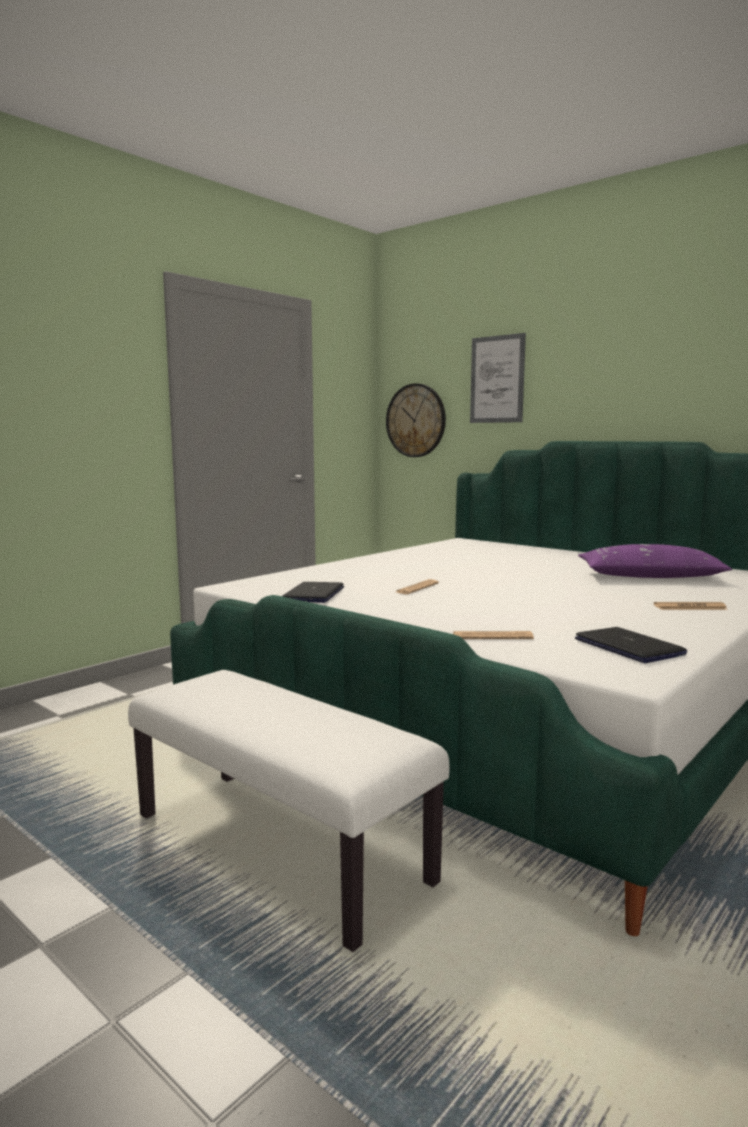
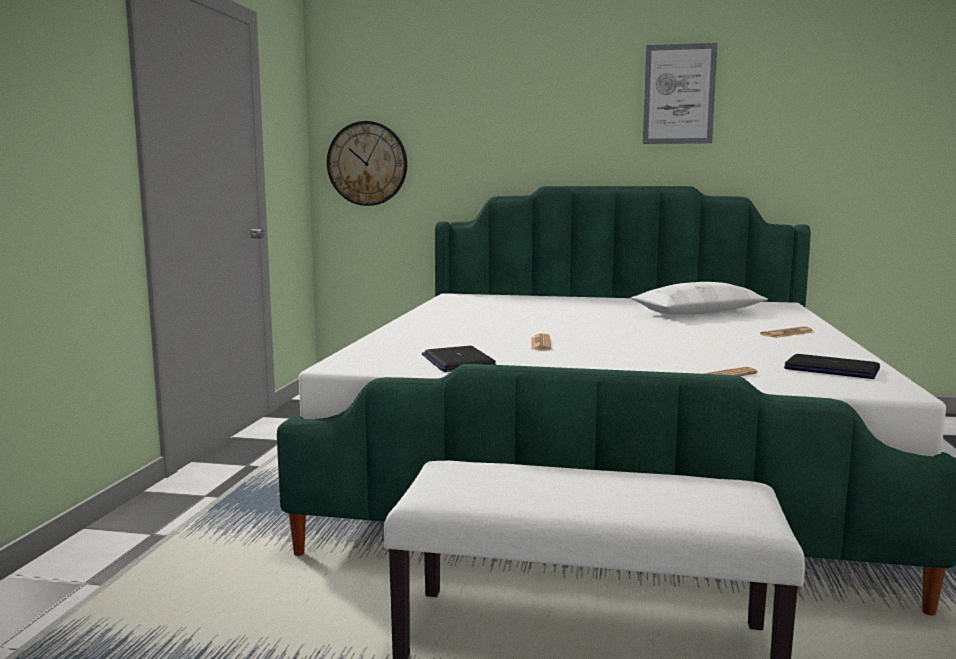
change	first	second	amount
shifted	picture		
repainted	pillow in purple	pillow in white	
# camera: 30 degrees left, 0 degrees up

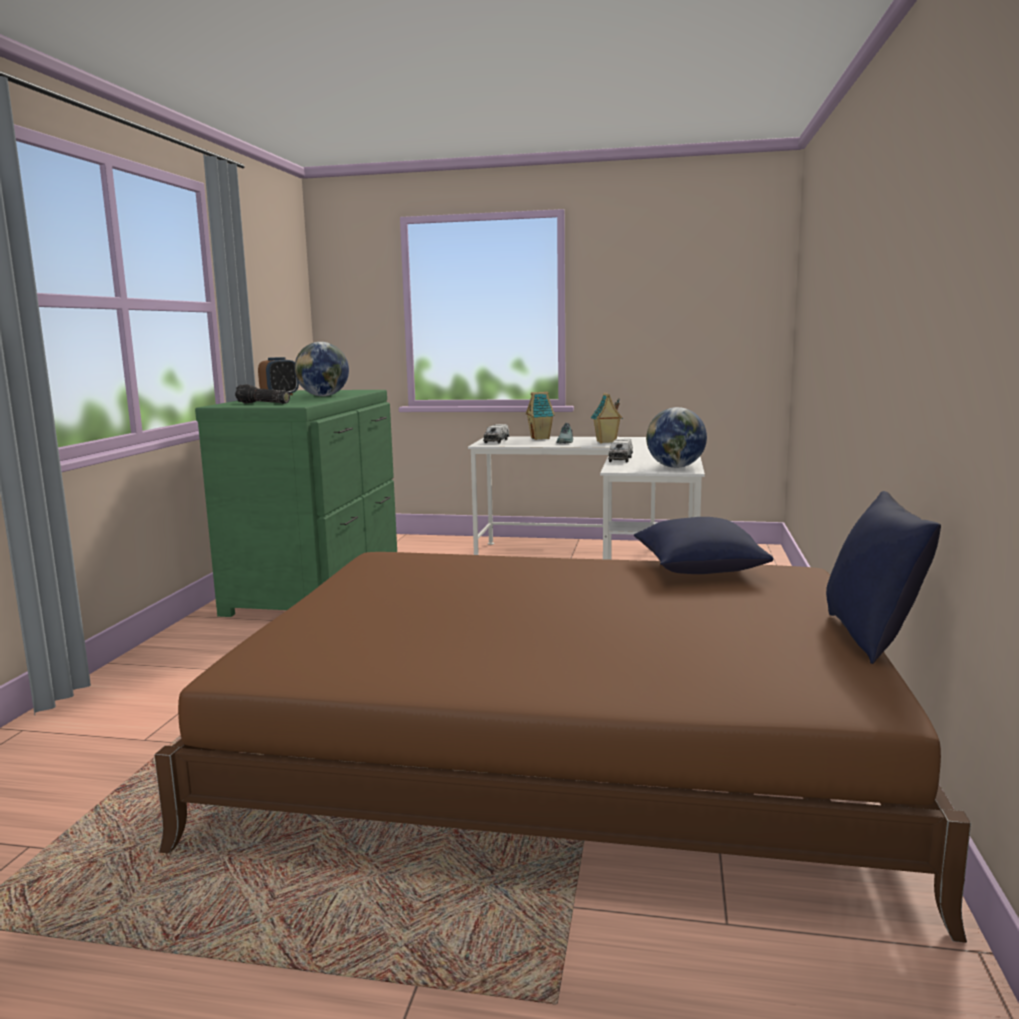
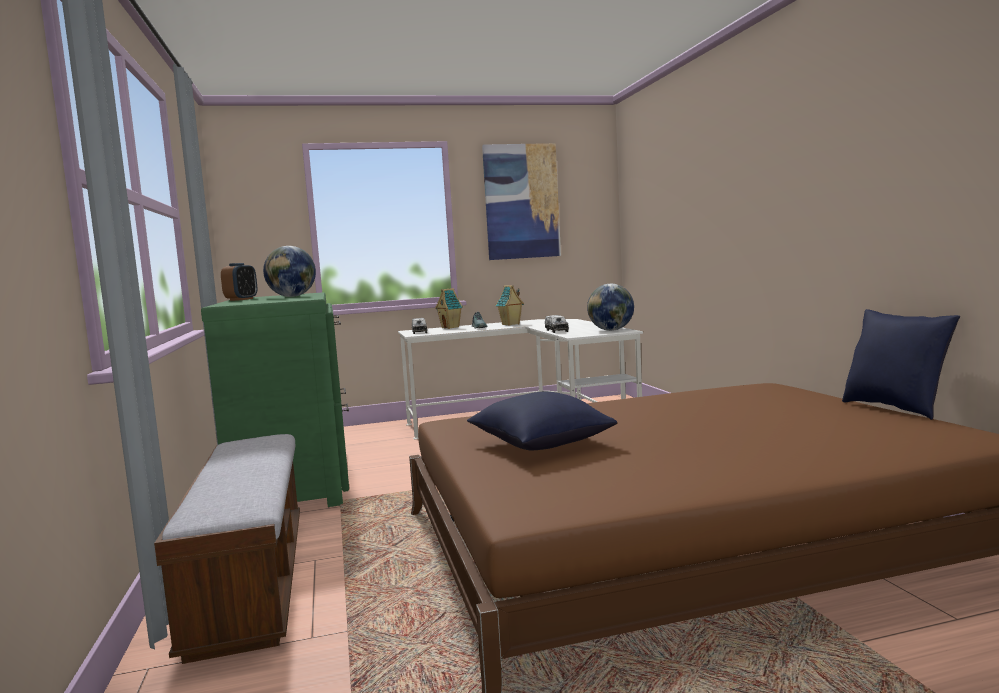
change	first	second	amount
gone	flashlight		
new		bench	
new		picture	
shifted	pillow in blue (no. 1 from left)		
# camera: 25 degrees left, 5 degrees down

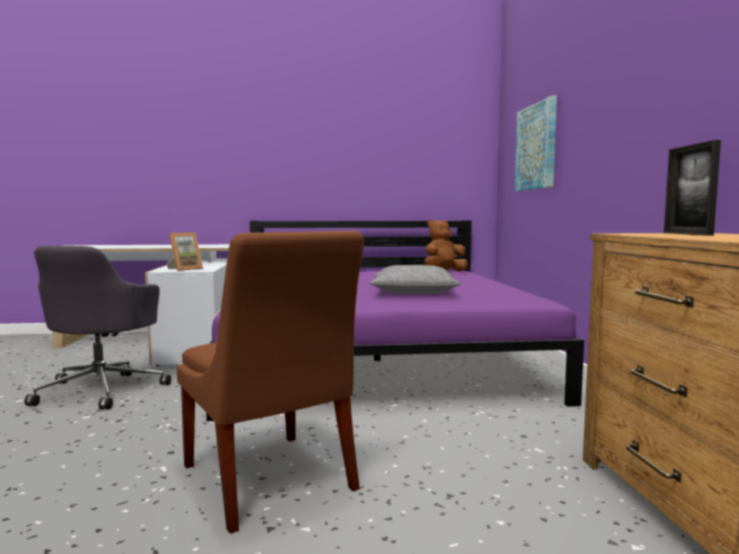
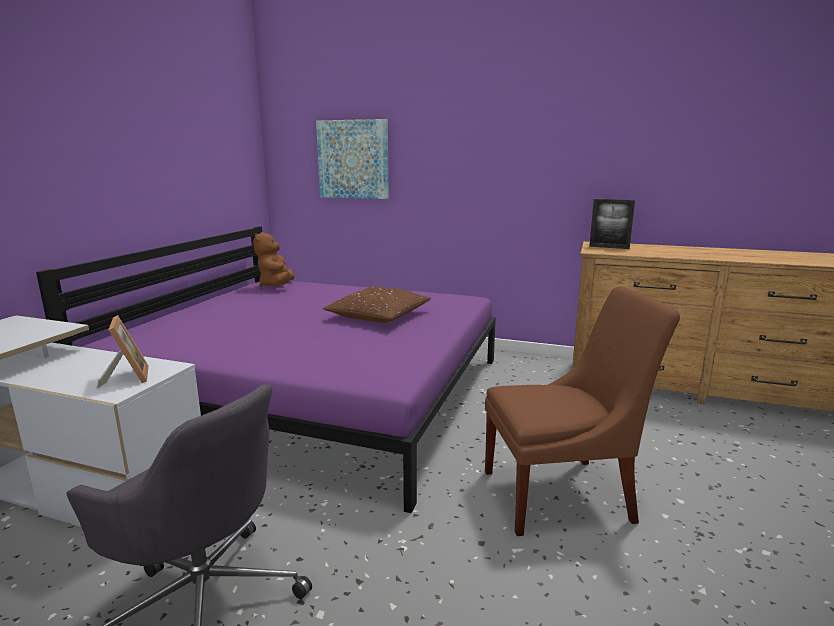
change	first	second	amount
repainted	pillow in grey	pillow in brown	
# camera: 65 degrees left, 10 degrees up

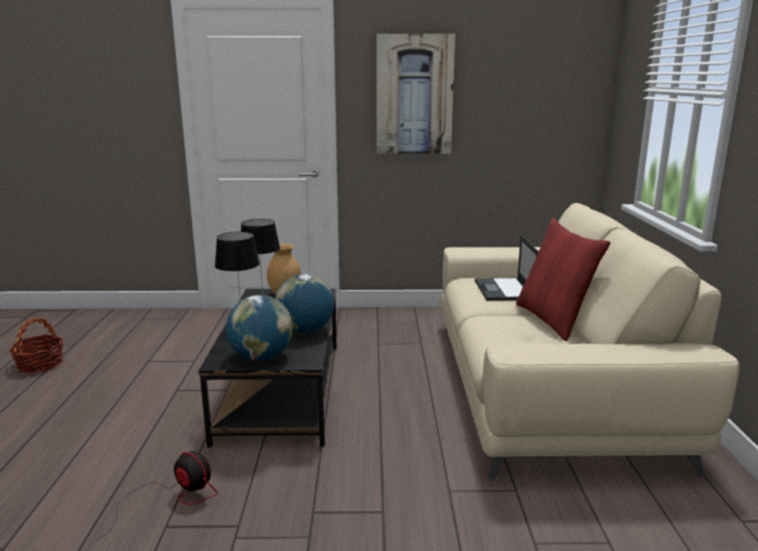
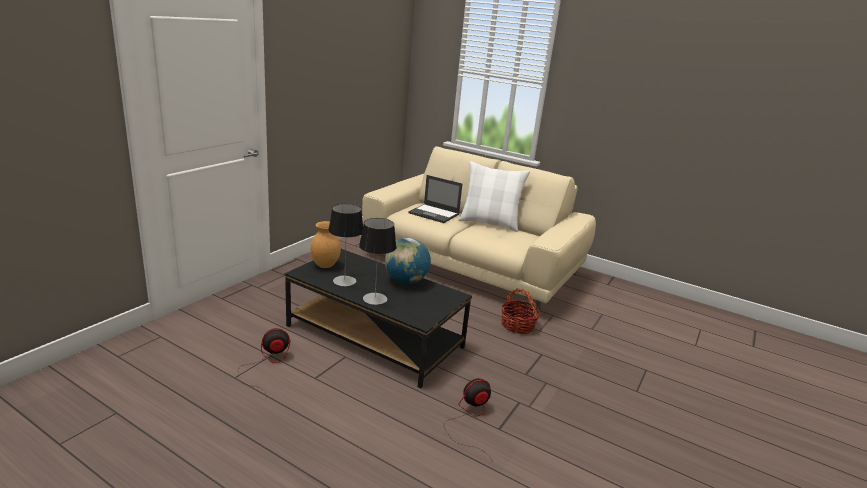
change	first	second	amount
gone	globe (no. 1 from left)		
gone	picture		
new		fan (no. 1 from left)	
shifted	basket		
repainted	pillow in red	pillow in white	
# camera: 60 degrees left, 5 degrees up

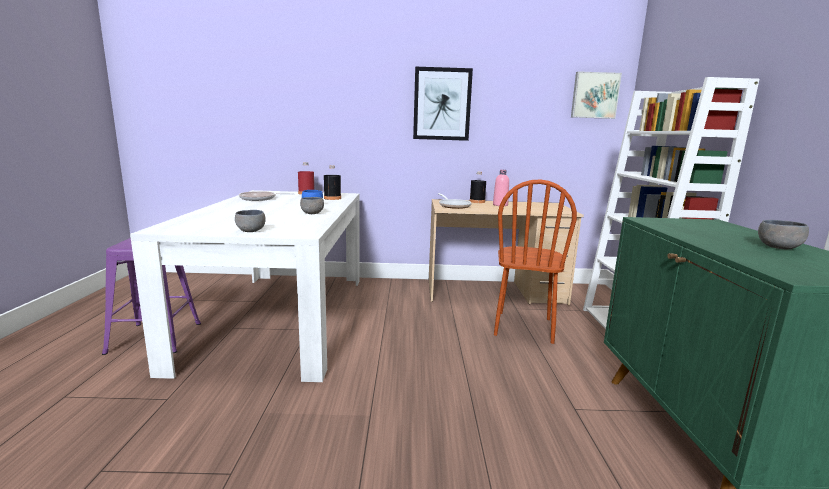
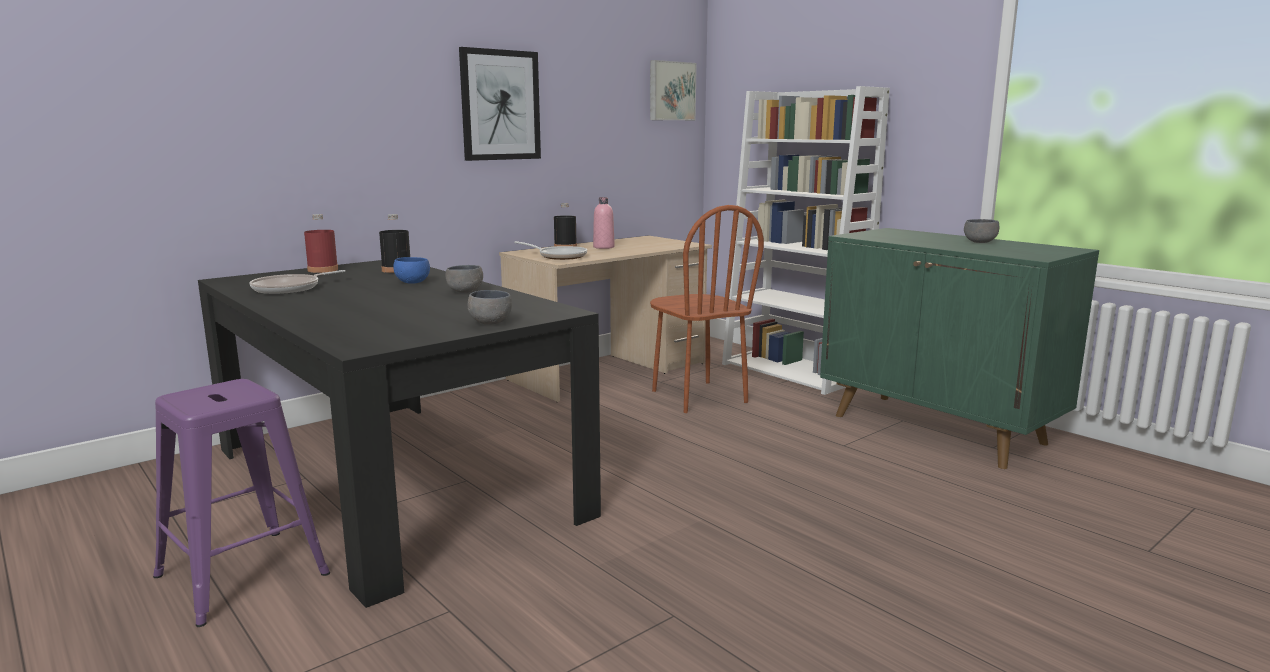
change	first	second	amount
repainted	dining table in white	dining table in black	
# camera: 40 degrees left, 0 degrees up

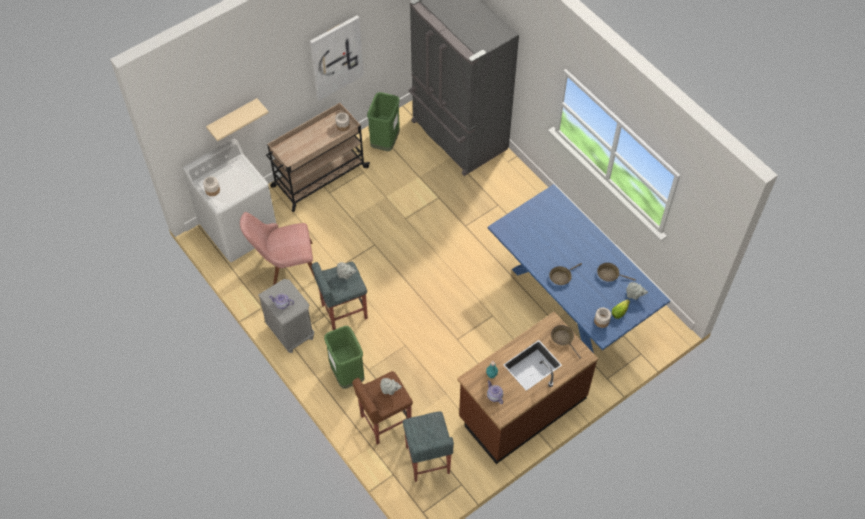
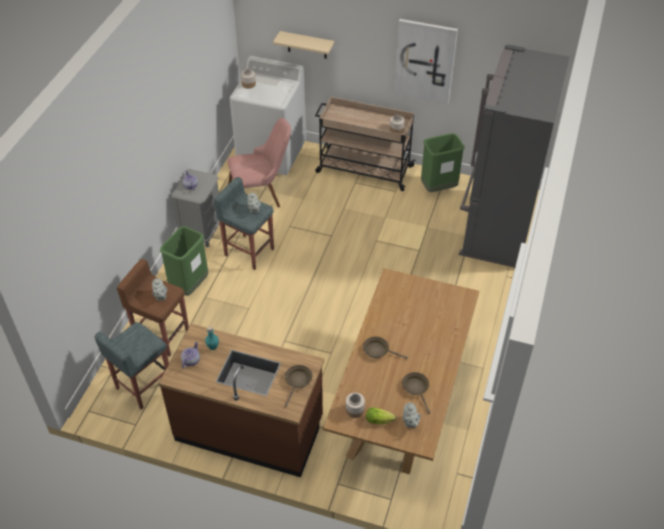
change	first	second	amount
repainted	dining table in blue	dining table in brown	
rotated	chair in pink		120 degrees clockwise
# camera: 55 degrees right, 10 degrees down

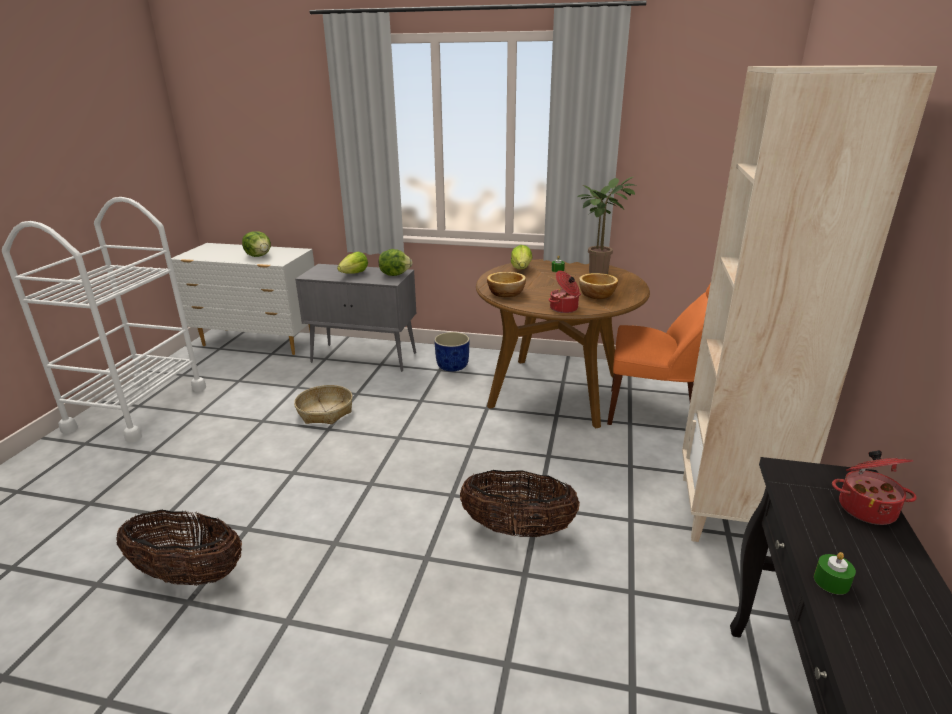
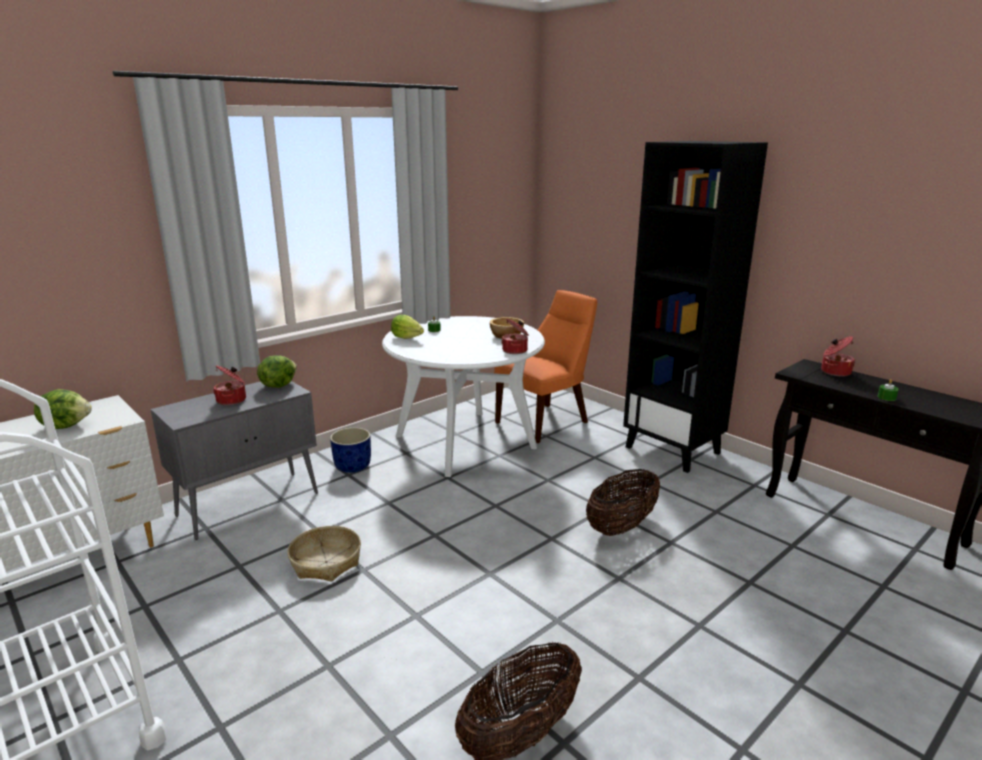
change	first	second	amount
gone	bowl (no. 1 from left)		
gone	potted plant		
swapped	lettuce (no. 2 from left)	cooking pot (no. 1 from left)	
repainted	dining table in brown	dining table in white	
repainted	bookcase in beige	bookcase in black	
# camera: 55 degrees left, 5 degrees down

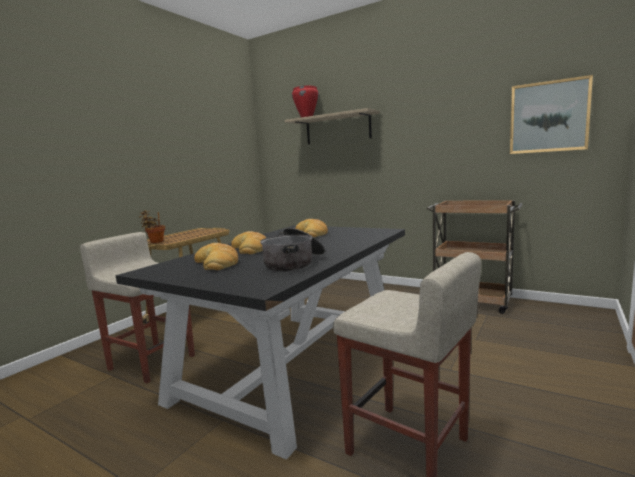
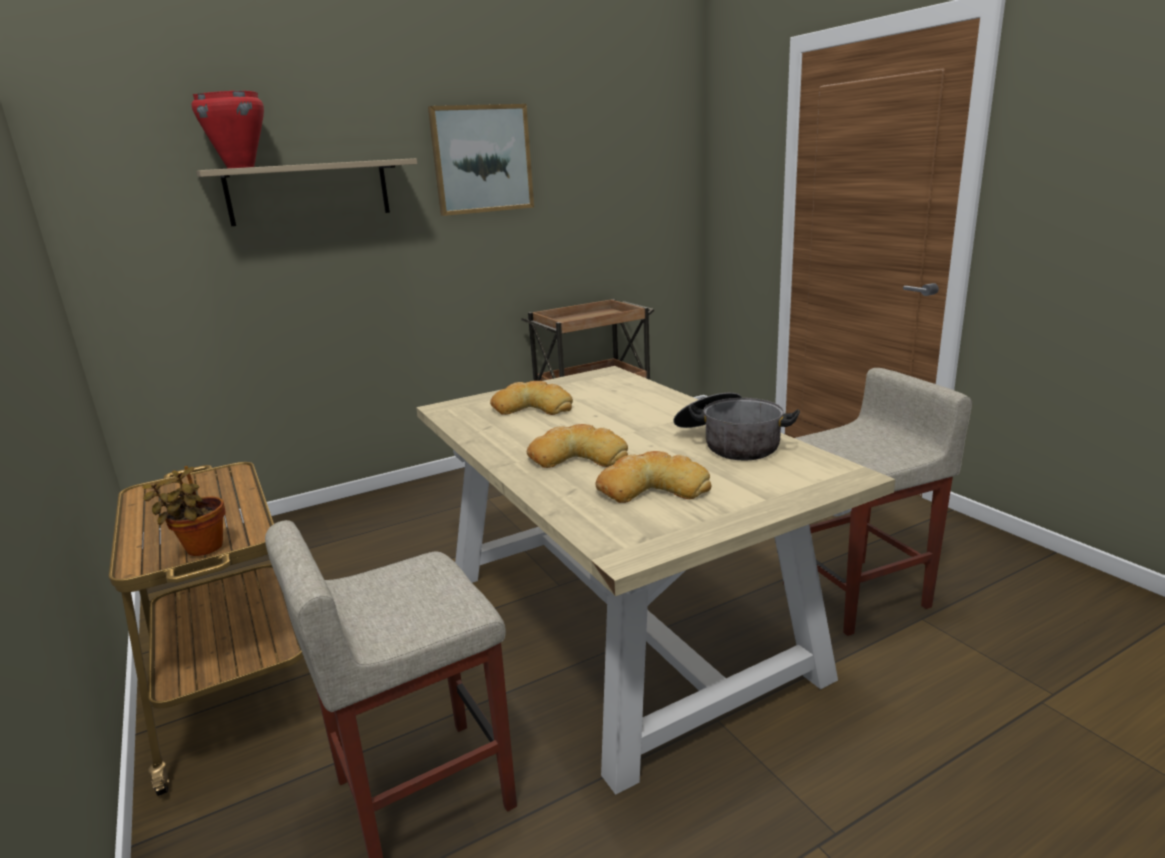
change	first	second	amount
shifted	picture		
repainted	dining table in black	dining table in beige	
# camera: 60 degrees left, 10 degrees up

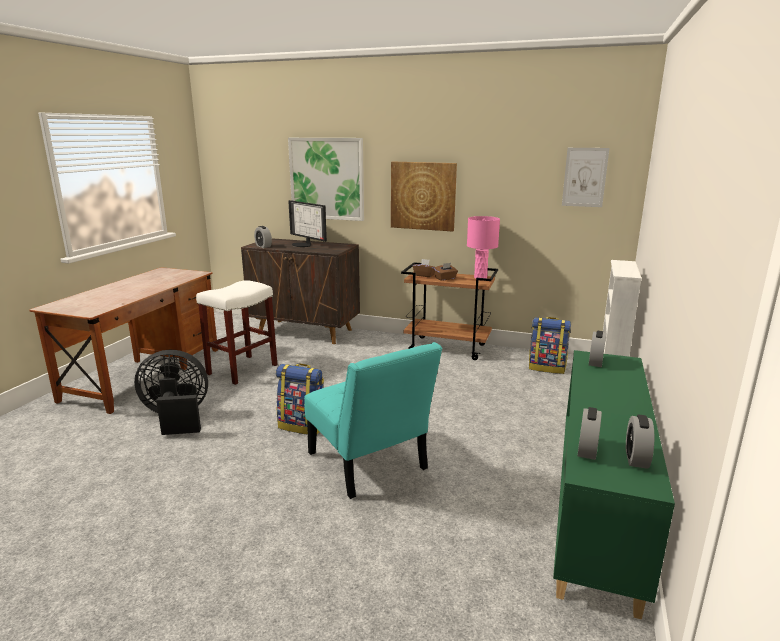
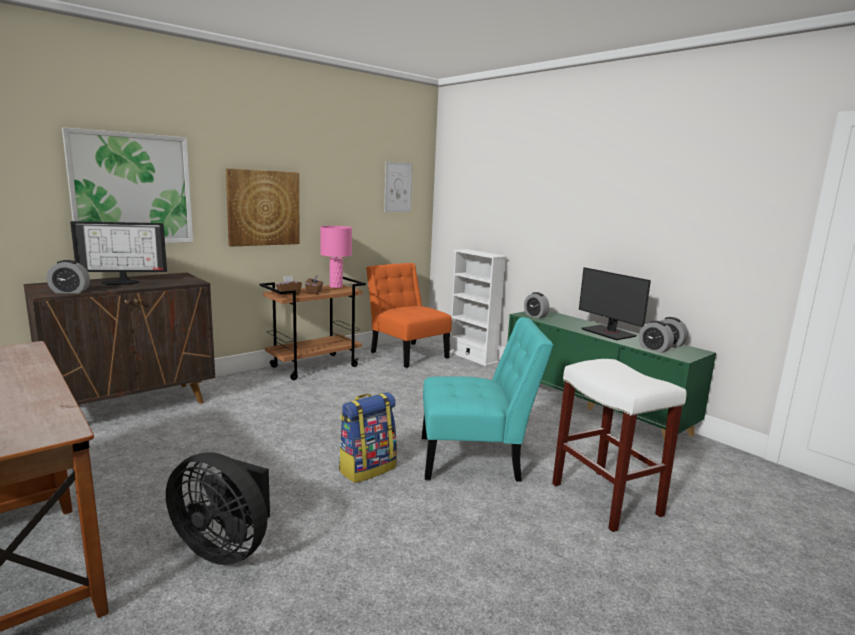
change	first	second	amount
new		monitor (no. 2 from left)	
shifted	stool in white		
swapped	backpack (no. 2 from left)	chair in orange	
rotated	fan in black		90 degrees counterclockwise
# camera: 60 degrees left, 5 degrees down

